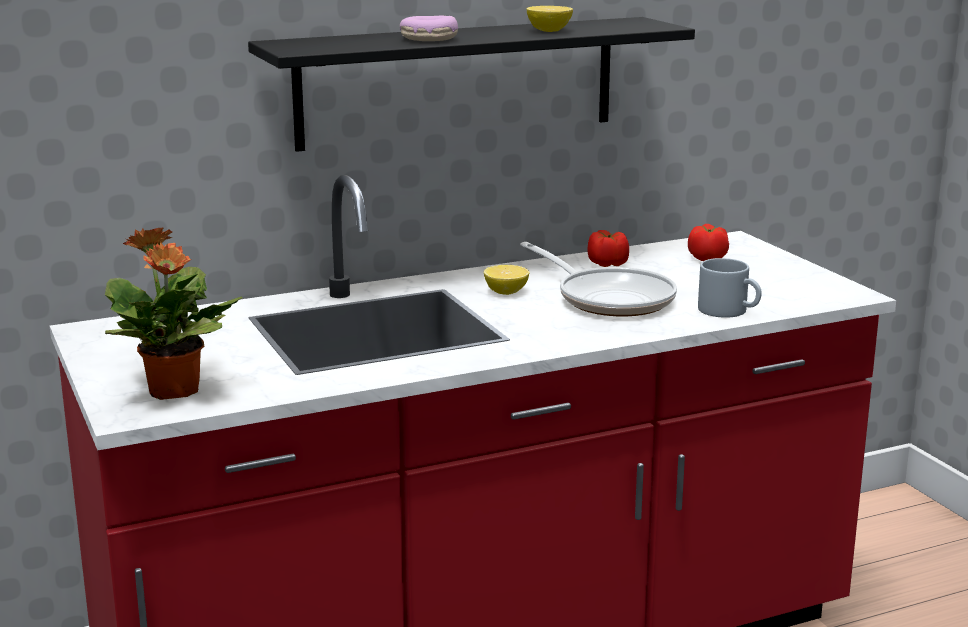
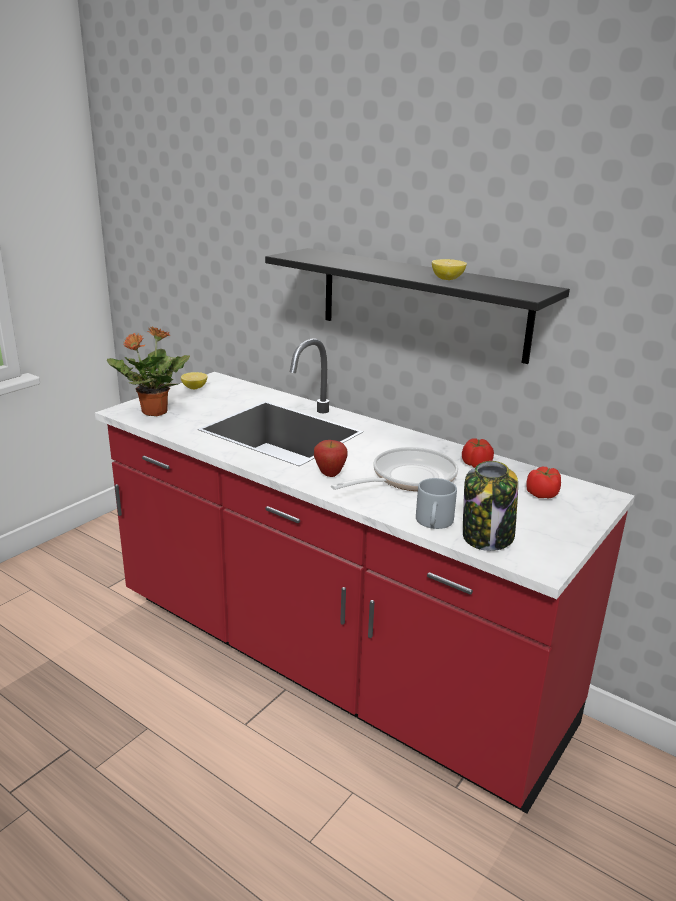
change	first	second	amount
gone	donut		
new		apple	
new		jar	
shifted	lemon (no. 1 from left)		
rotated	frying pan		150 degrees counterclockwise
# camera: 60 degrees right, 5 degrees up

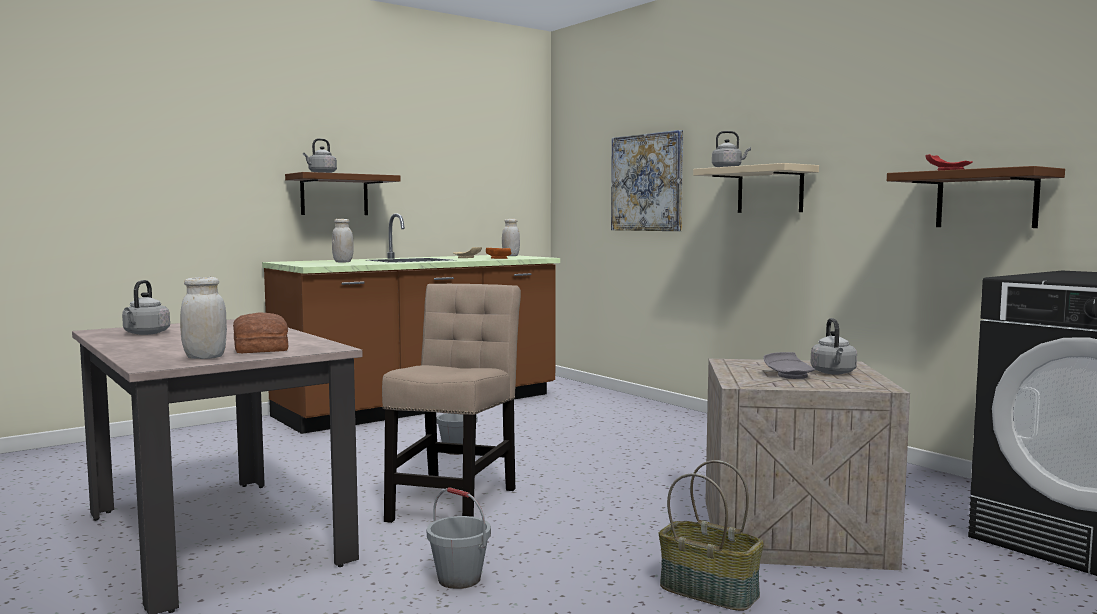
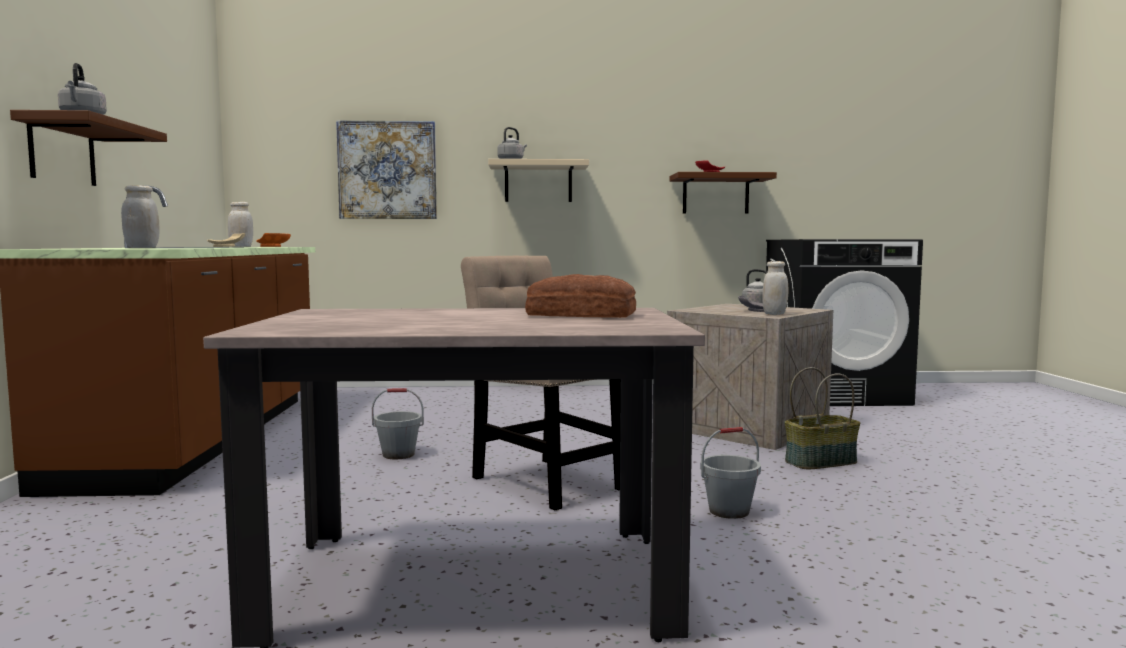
change	first	second	amount
gone	kettle in grey (no. 1 from left)		
shifted	jar in white (no. 1 from left in the first image)	jar in white (no. 3 from left)	
# camera: 55 degrees left, 0 degrees up

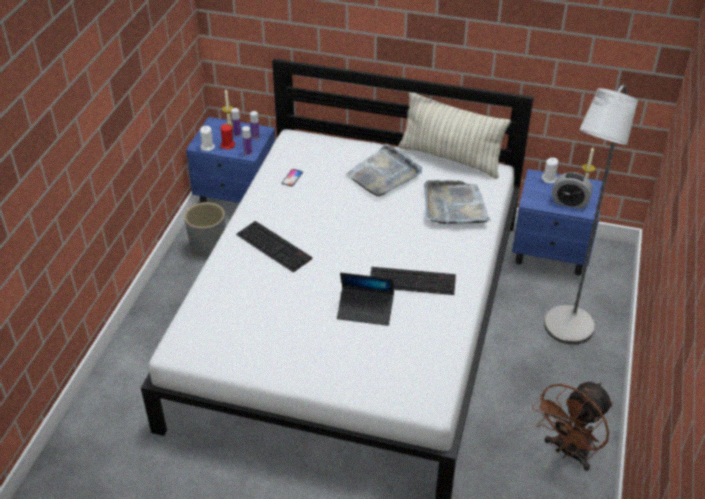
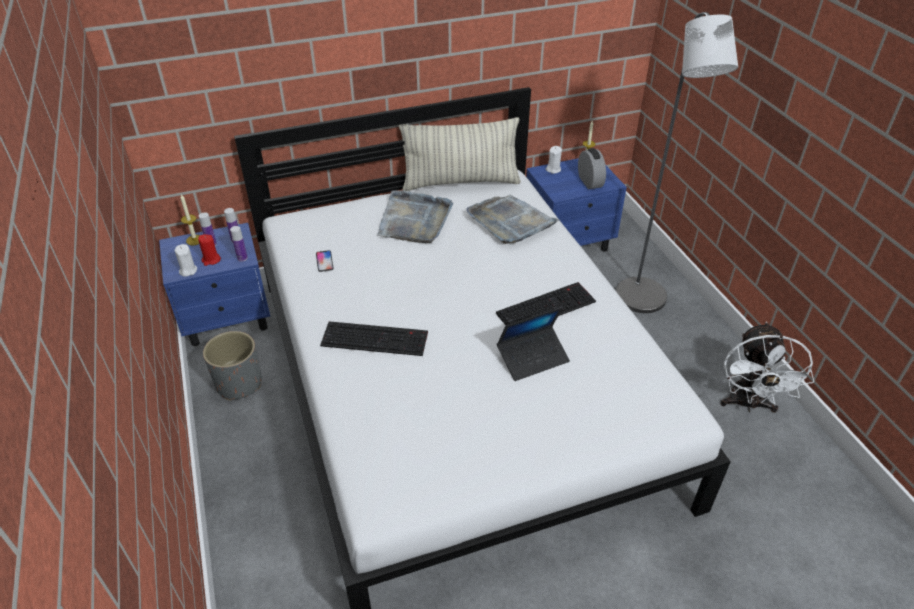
change	first	second	amount
repainted	fan in brown	fan in white	
rotated	alarm clock		90 degrees counterclockwise
# camera: 35 degrees left, 0 degrees up

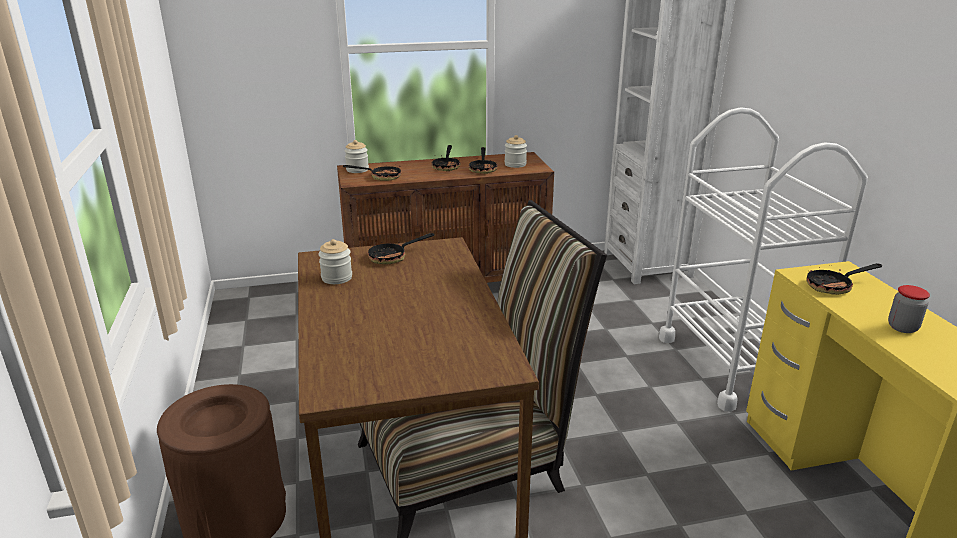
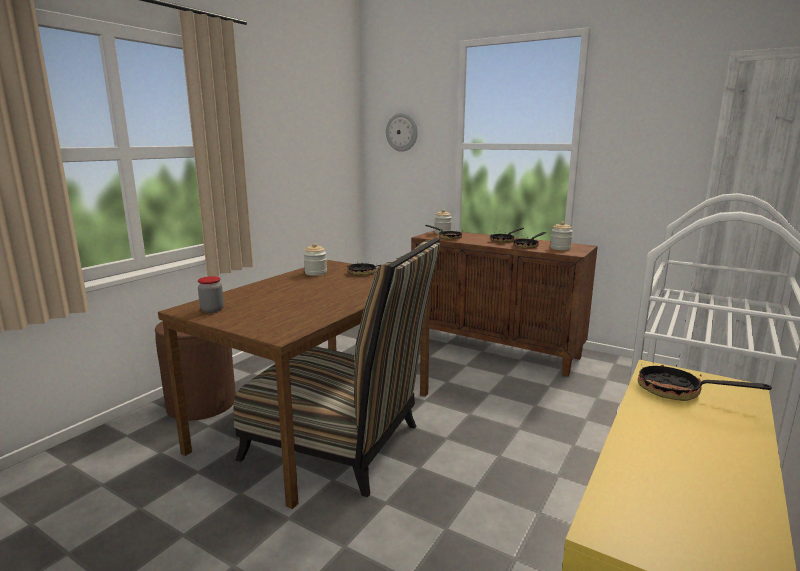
change	first	second	amount
new		wall clock	
shifted	jar (no. 4 from left in the first image)	jar (no. 1 from left)	
# camera: 45 degrees right, 10 degrees down

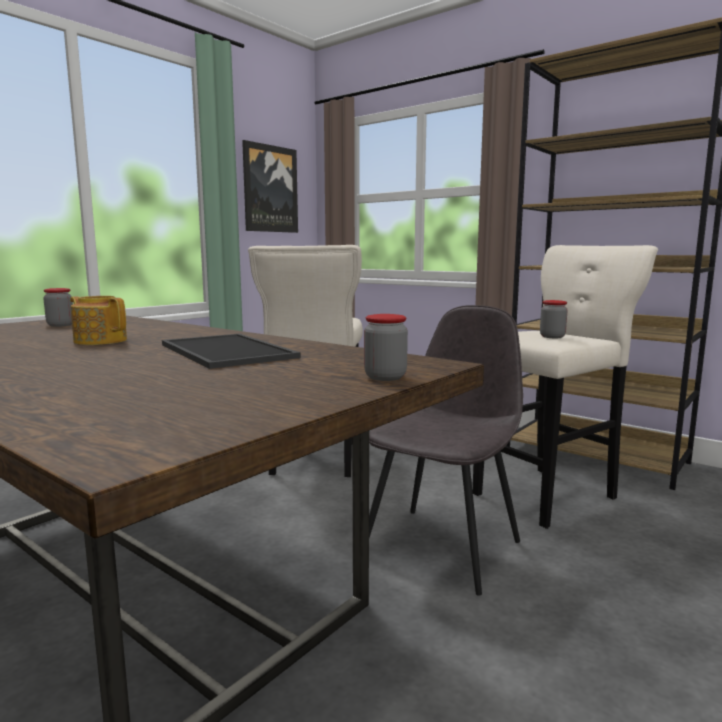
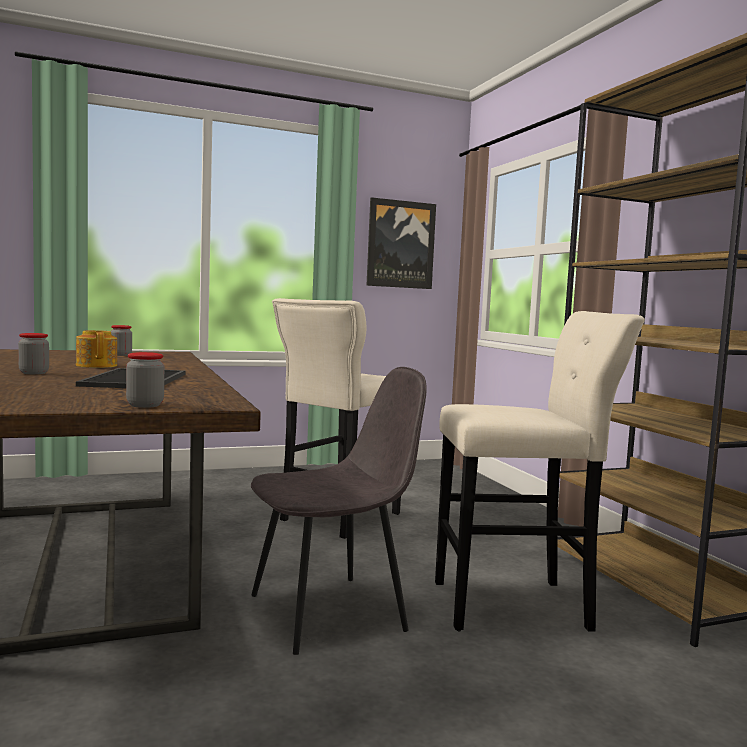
change	first	second	amount
shifted	jar (no. 3 from left in the first image)	jar (no. 1 from left)	
# camera: 30 degrees right, 5 degrees down

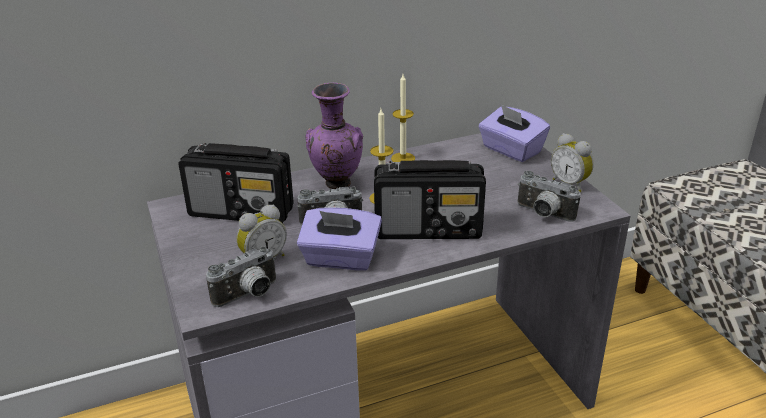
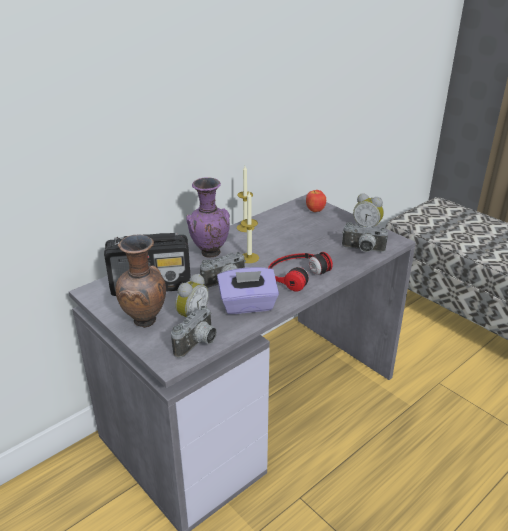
change	first	second	amount
new		vase in brown	
swapped	radio (no. 2 from left)	headphones	
swapped	tissue box in purple (no. 2 from left)	apple	
# camera: 20 degrees left, 0 degrees up

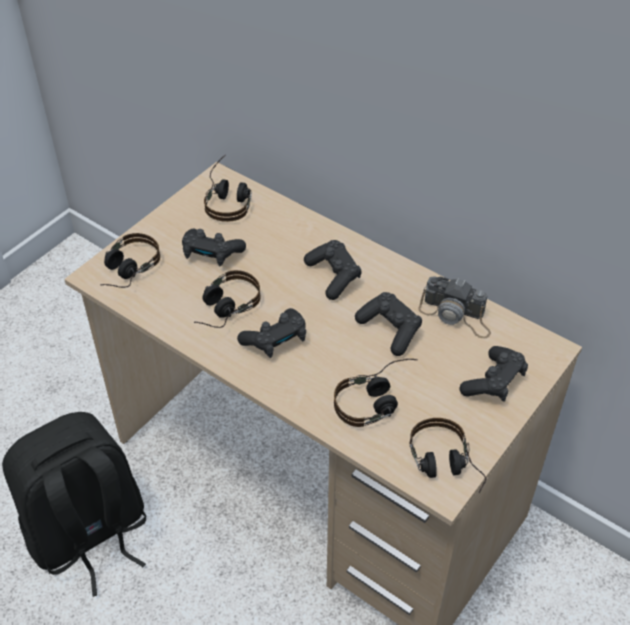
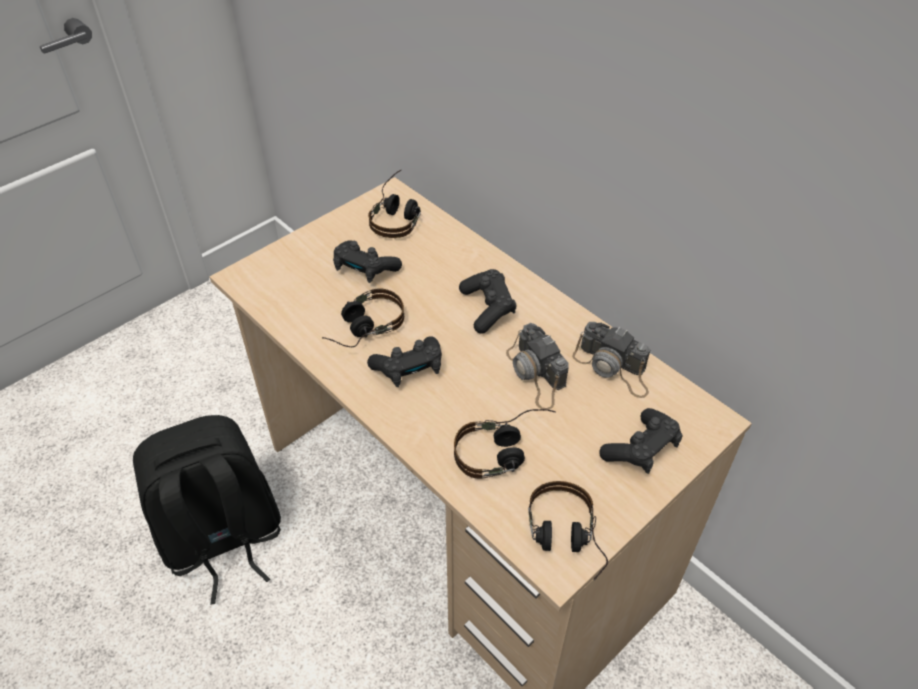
change	first	second	amount
gone	headphones (no. 1 from left)		
swapped	game controller in black (no. 4 from left)	photo camera (no. 1 from left)	
# camera: 10 degrees right, 0 degrees up

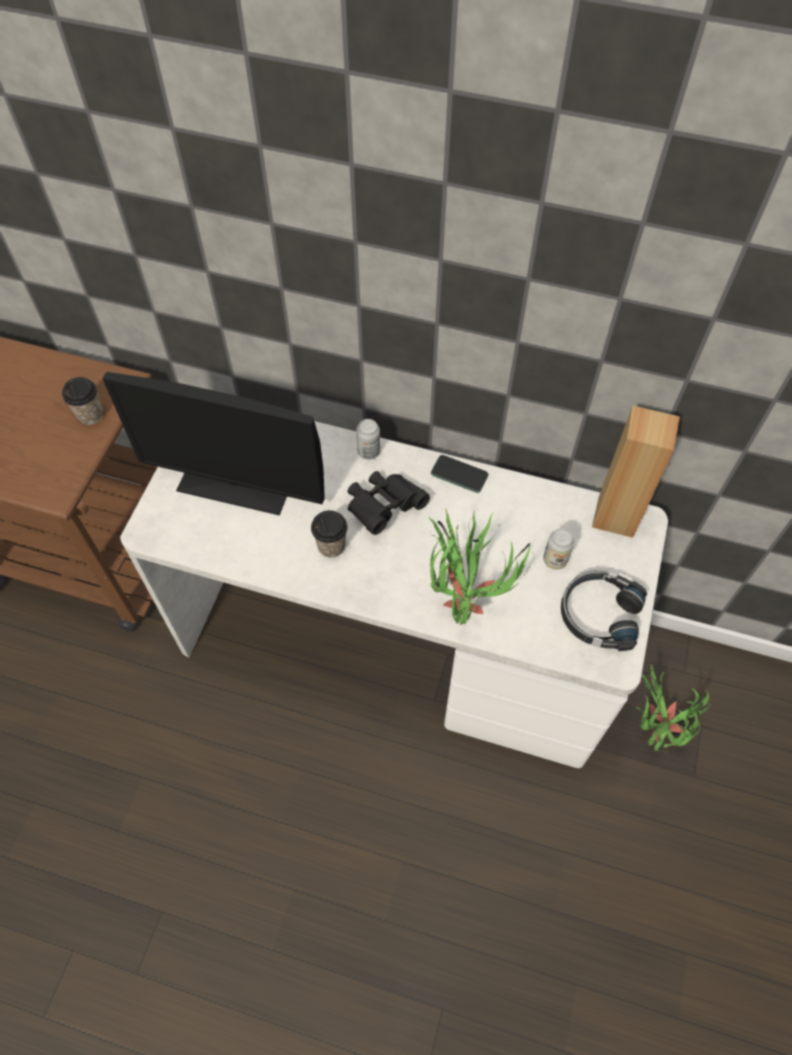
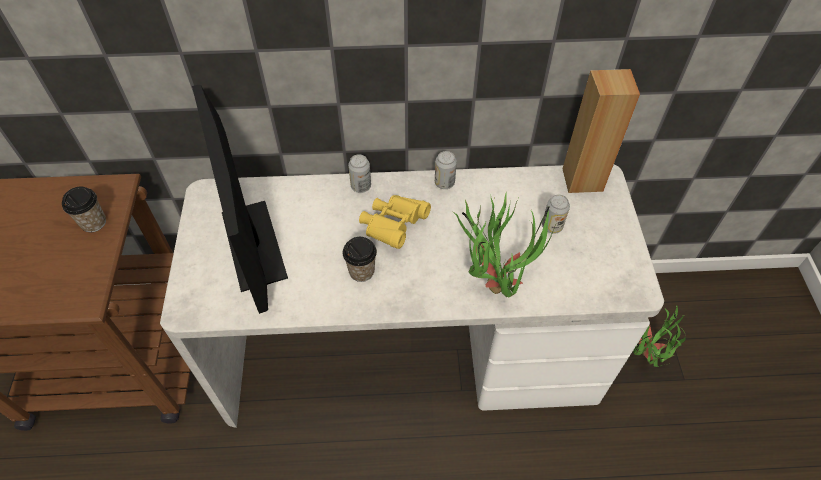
change	first	second	amount
gone	headphones in black		
swapped	phone	can (no. 2 from left)	
repainted	binoculars in black	binoculars in yellow	
rotated	monitor		75 degrees clockwise
# camera: 20 degrees left, 5 degrees down

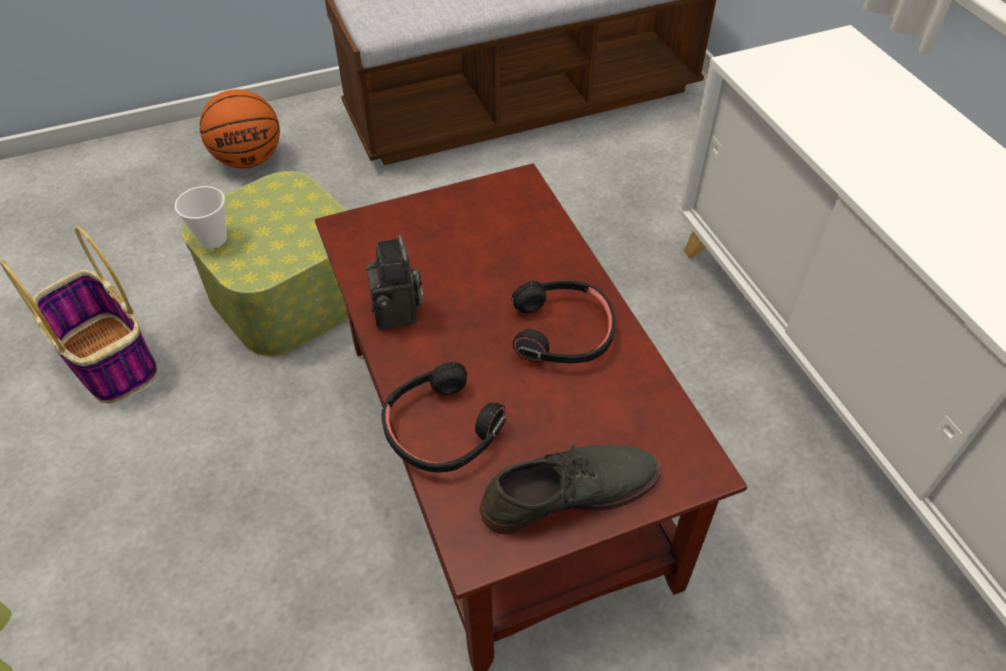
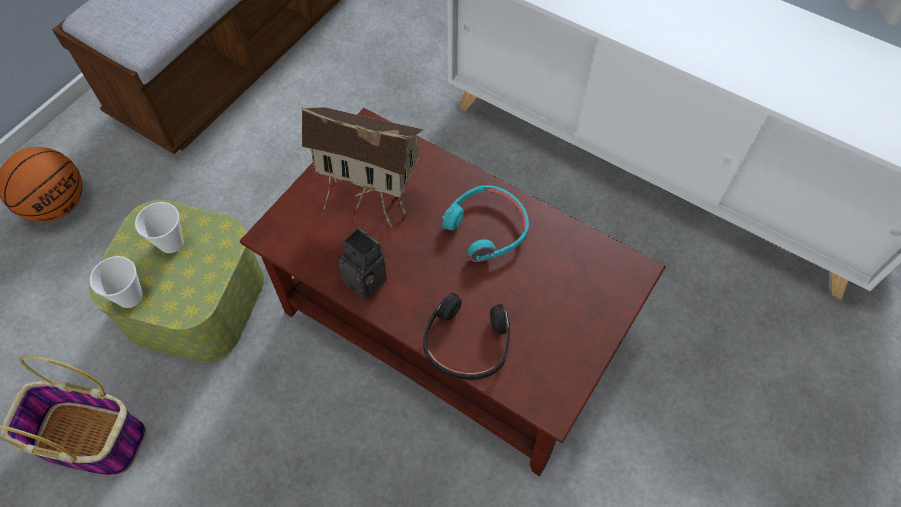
change	first	second	amount
gone	shoe in grey		
new		cup (no. 2 from left)	
new		toy house	
repainted	headphones in black (no. 2 from left)	headphones in turquoise	
# camera: 35 degrees left, 10 degrees up

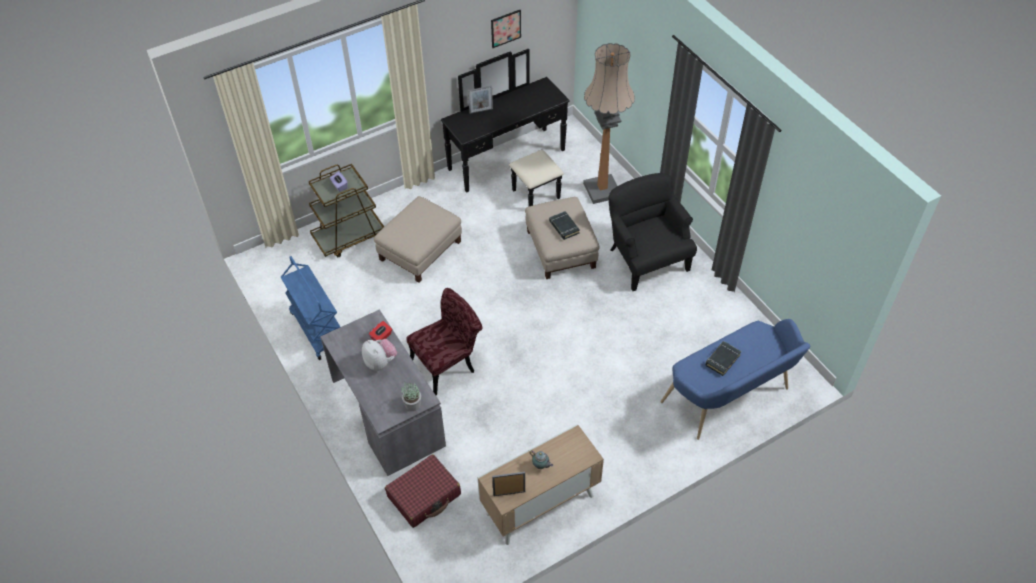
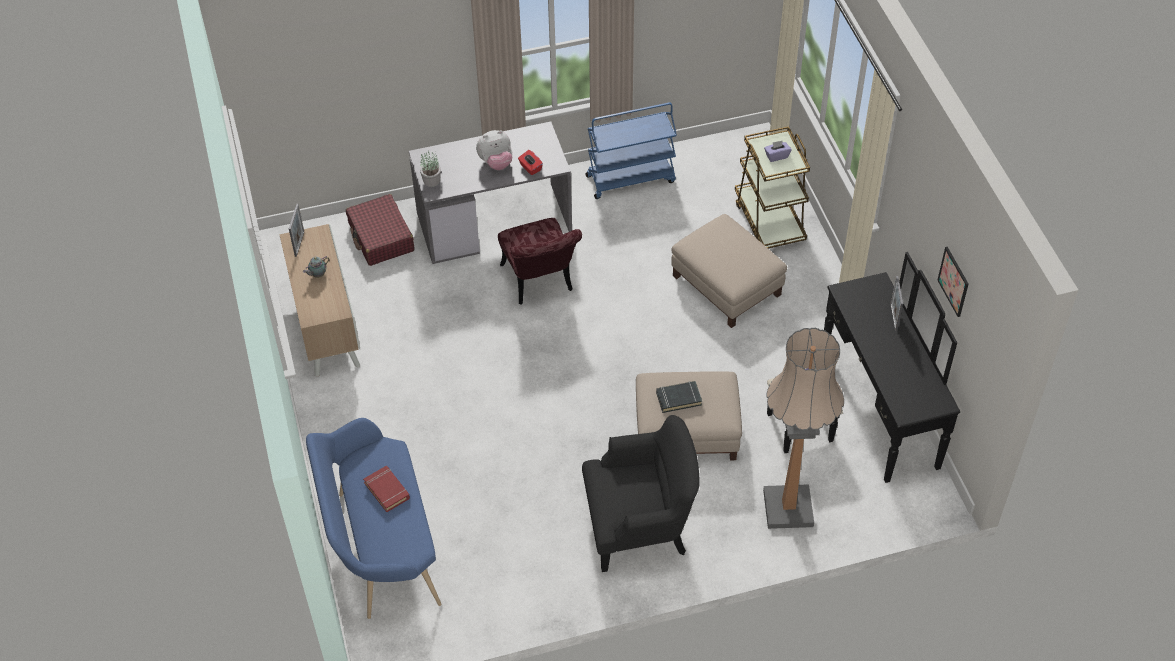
change	first	second	amount
repainted	book in black (no. 2 from left)	book in red	
# camera: 105 degrees right, 0 degrees up

